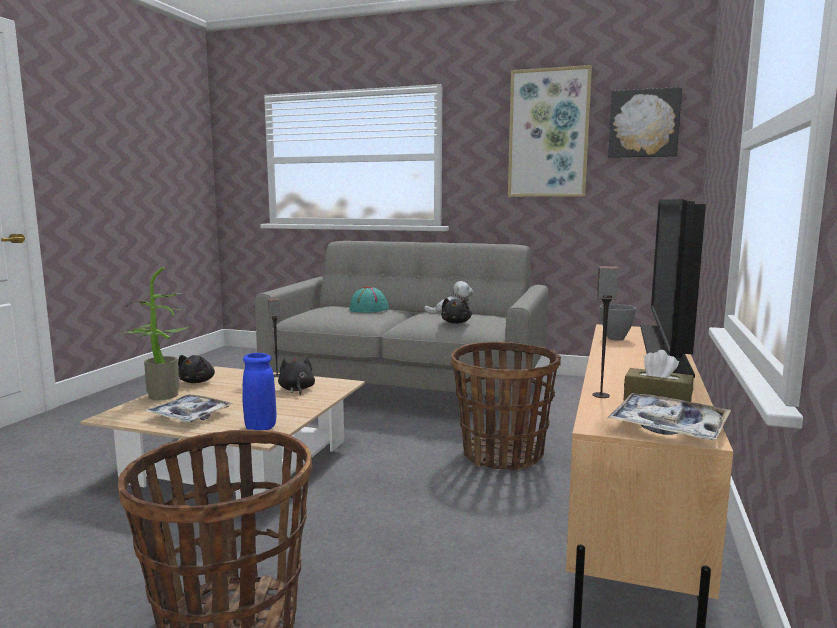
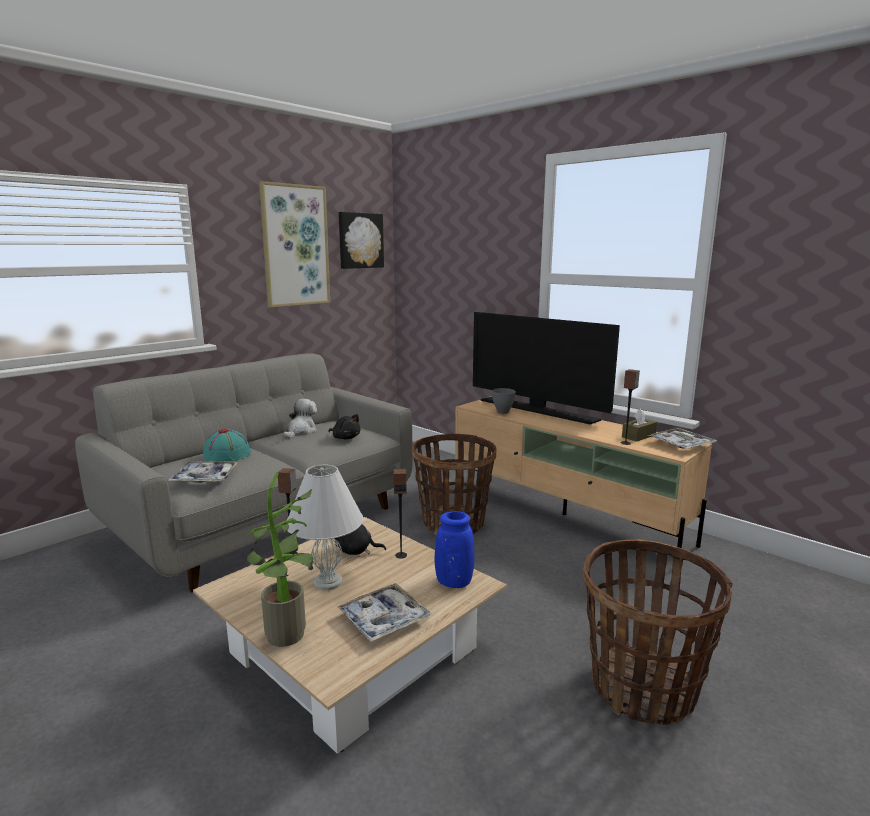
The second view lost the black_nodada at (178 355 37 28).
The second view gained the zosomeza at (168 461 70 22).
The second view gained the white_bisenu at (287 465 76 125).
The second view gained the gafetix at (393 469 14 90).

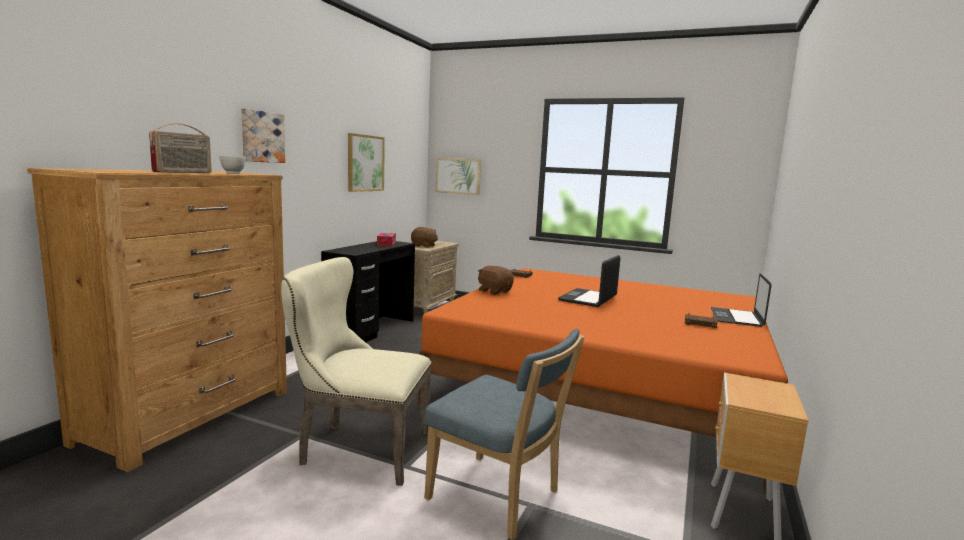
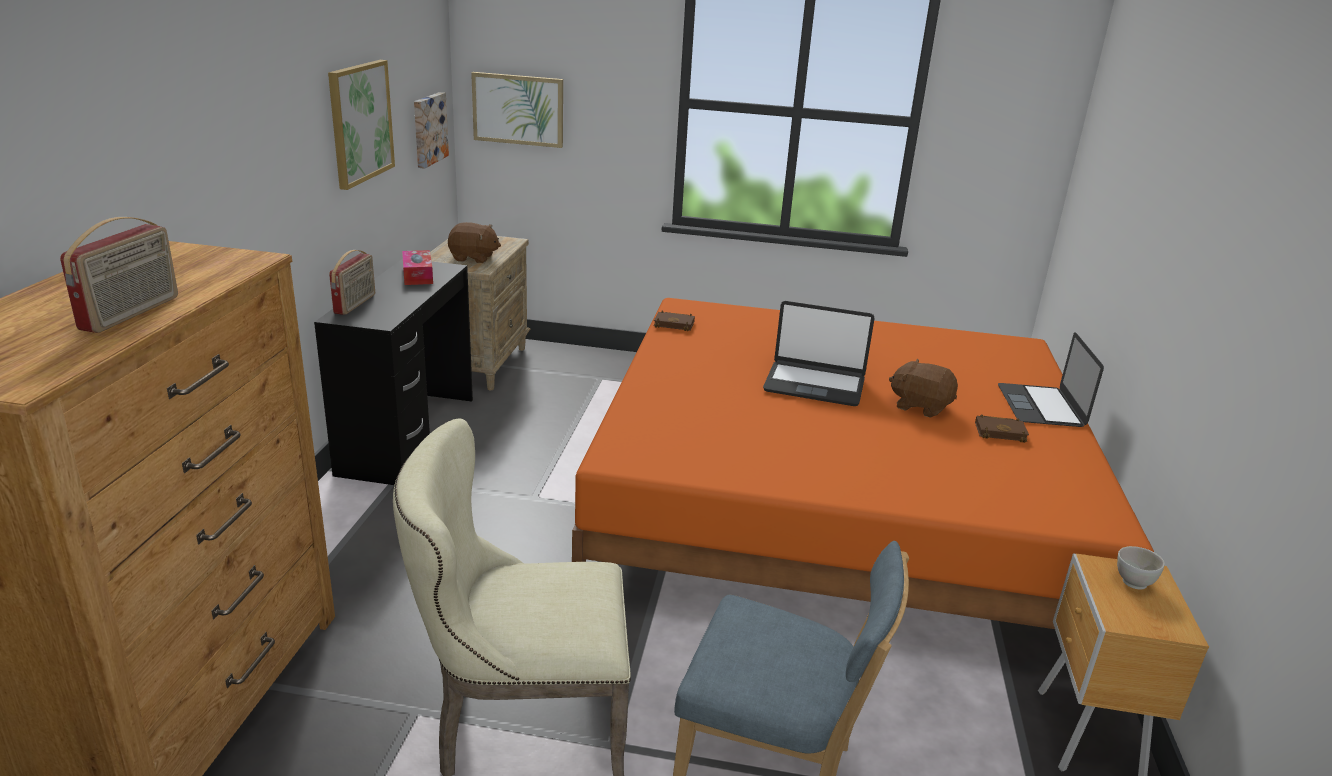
The second view gained the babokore at (329 250 46 65).
The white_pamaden ended up elsewhere, having gone from (219 156 27 18) to (1117 546 48 44).
The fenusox ended up elsewhere, having gone from (241 108 44 55) to (414 92 35 77).
The brown_nodada ended up elsewhere, having gone from (478 265 36 30) to (889 359 69 59).
The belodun at (558 255 62 52) ended up facing another way, 90 degrees counterclockwise from before.

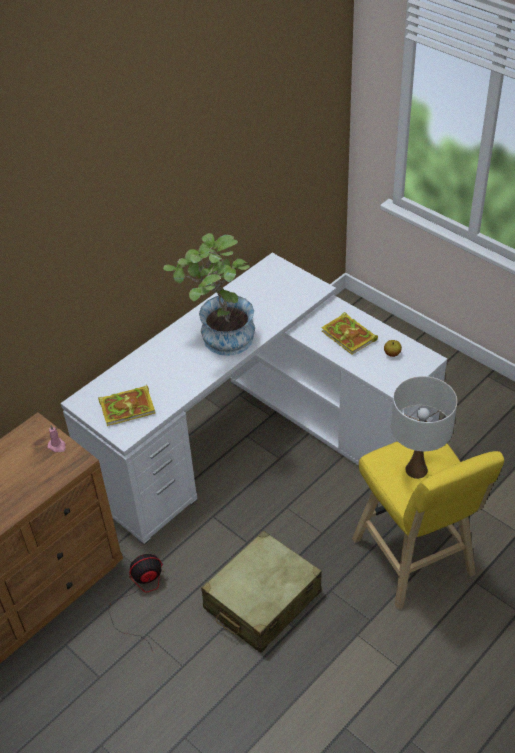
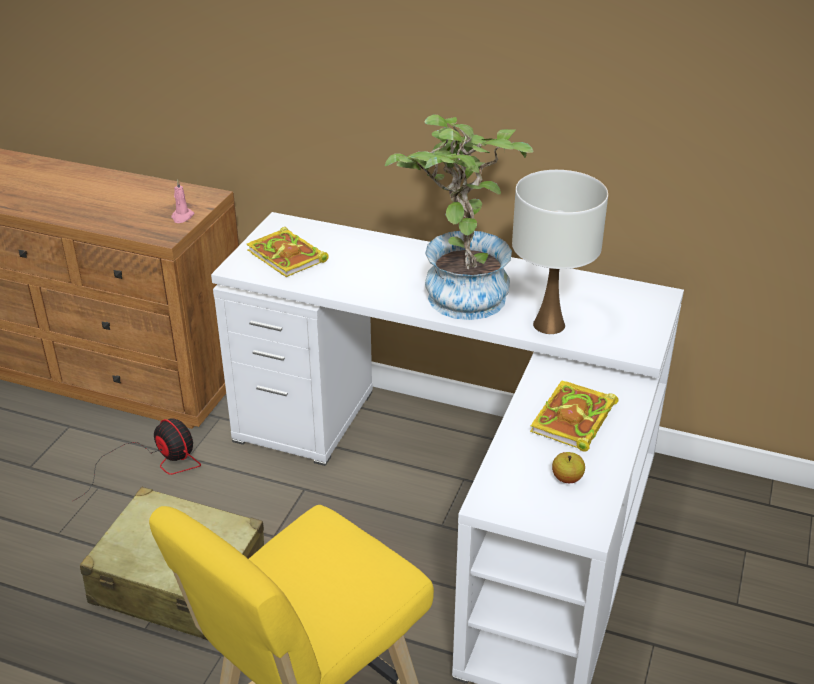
The white_bisenu ended up elsewhere, having gone from (391 376 66 103) to (512 170 96 164).

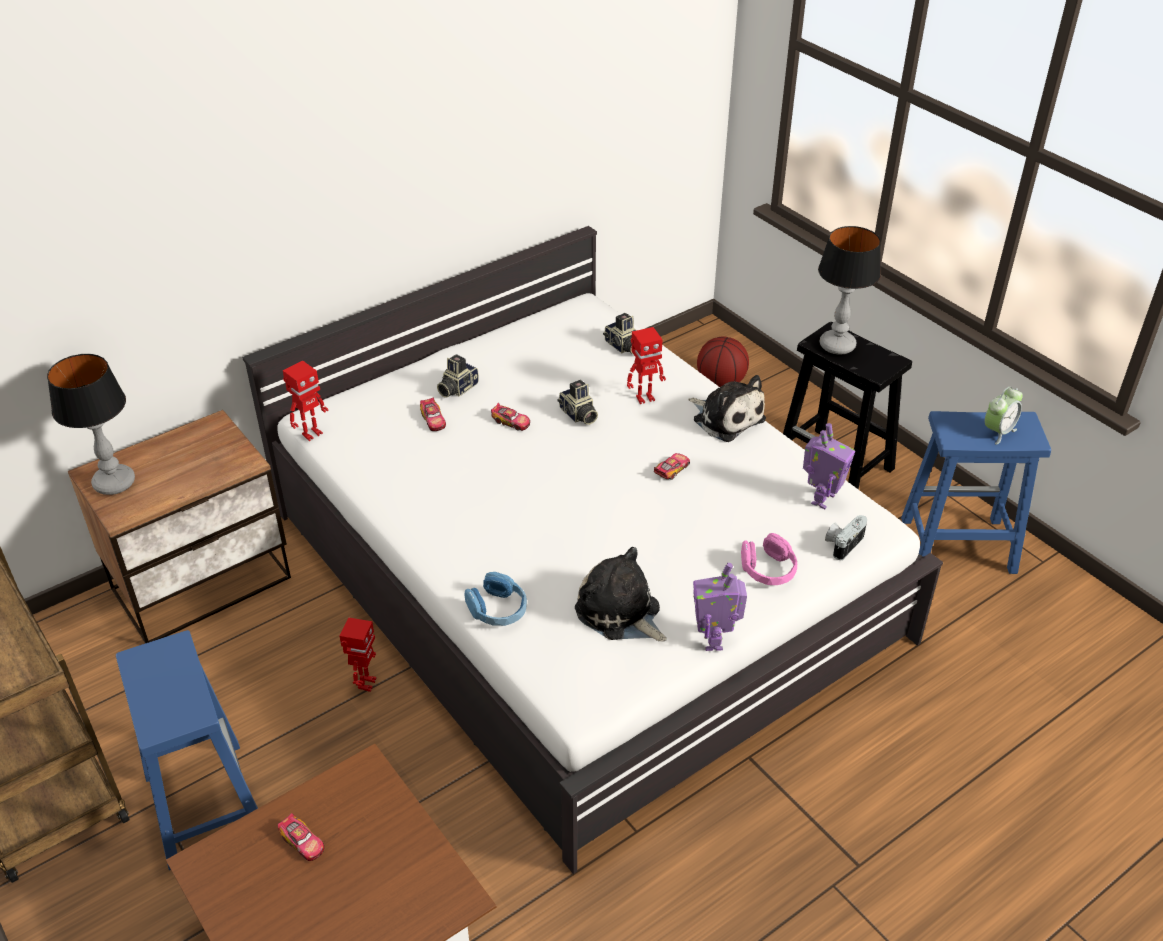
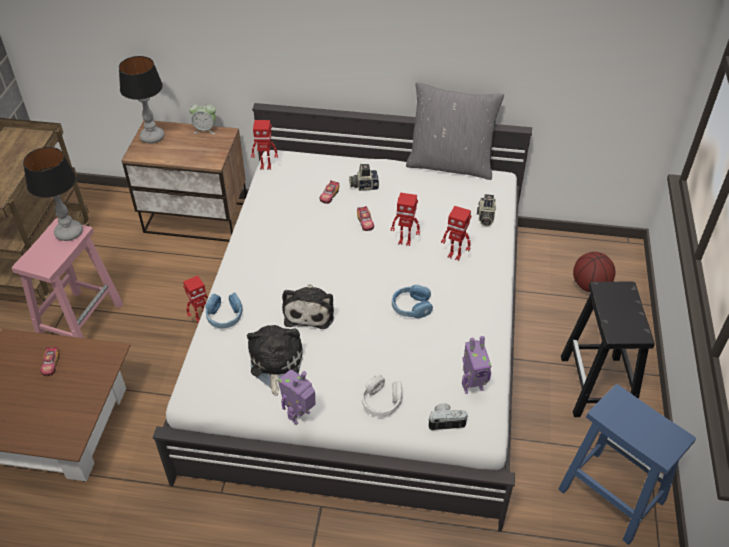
The second view gained the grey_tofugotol at (406 82 98 98).
The nodada ended up elsewhere, having gone from (688 375 78 67) to (282 284 52 45).
The bisenu ended up elsewhere, having gone from (818 226 63 129) to (23 147 60 94).
The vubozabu ended up elsewhere, having gone from (985 387 38 57) to (189 101 27 33).
Where the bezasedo stood at (557 380 41 45), the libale came to stand at (391 193 29 53).
Where the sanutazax stood at (654 453 36 27), the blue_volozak came to stand at (392 285 41 34).
What was the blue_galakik at (116 630 142 240) turned into the pink_galakik at (12 218 111 120).
What was the pink_volozak at (741 533 56 52) turned into the white_volozak at (362 374 40 43).

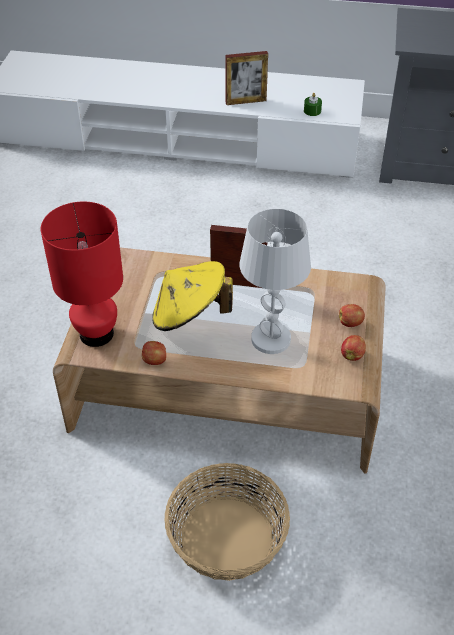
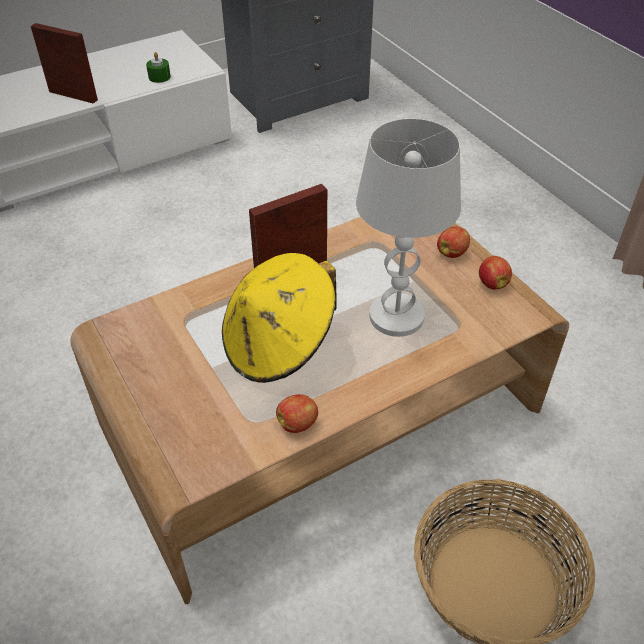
The second view lost the red_bisenu at (41 202 82 145).
The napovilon at (225 51 43 54) ended up facing another way, 105 degrees counterclockwise from before.

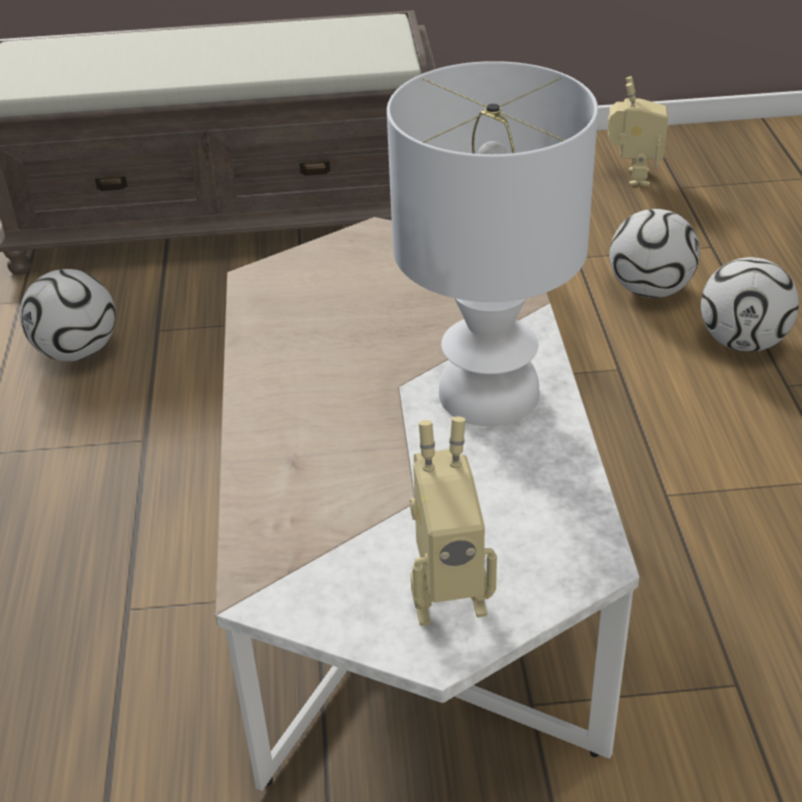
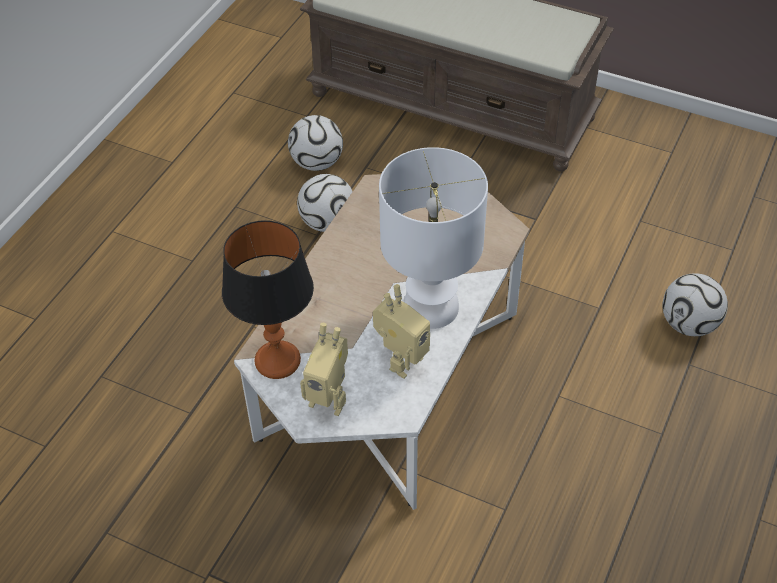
The second view gained the bisenu at (222 220 92 159).
The libale ended up elsewhere, having gone from (608 76 60 110) to (373 284 57 95).
The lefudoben ended up elsewhere, having gone from (609 209 91 89) to (297 174 56 58).

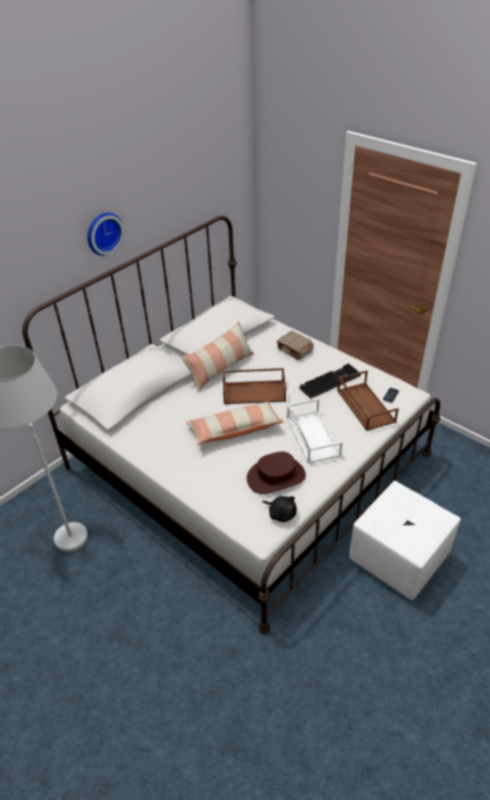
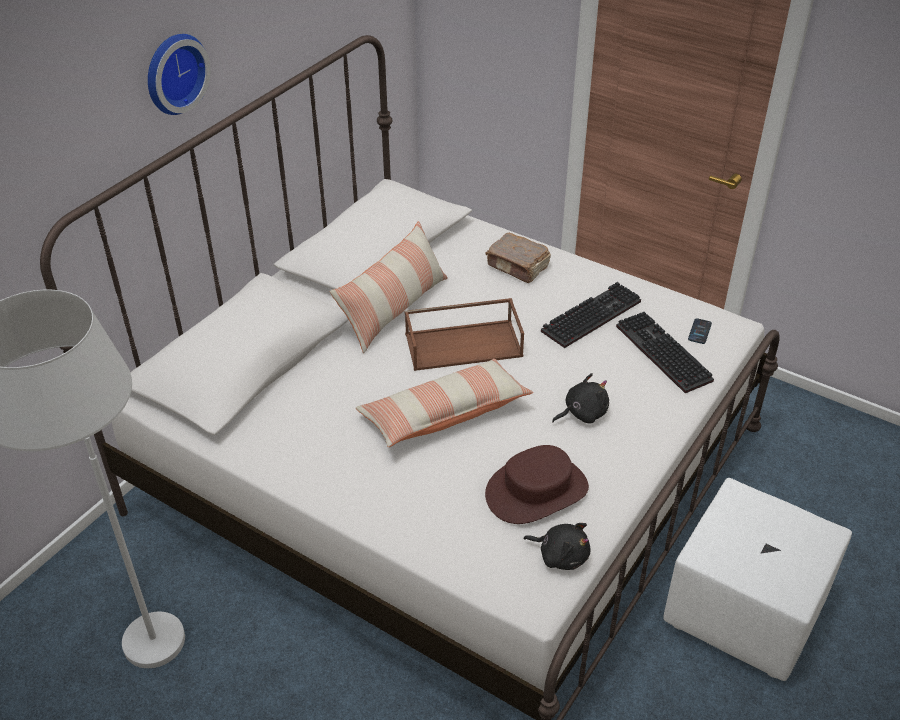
Where the white_zosomeza stood at (287 398 56 66), the black_nodada came to stand at (552 373 57 51).
Where the brown_zosomeza stood at (337 370 62 61), the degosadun came to stand at (616 312 98 81).

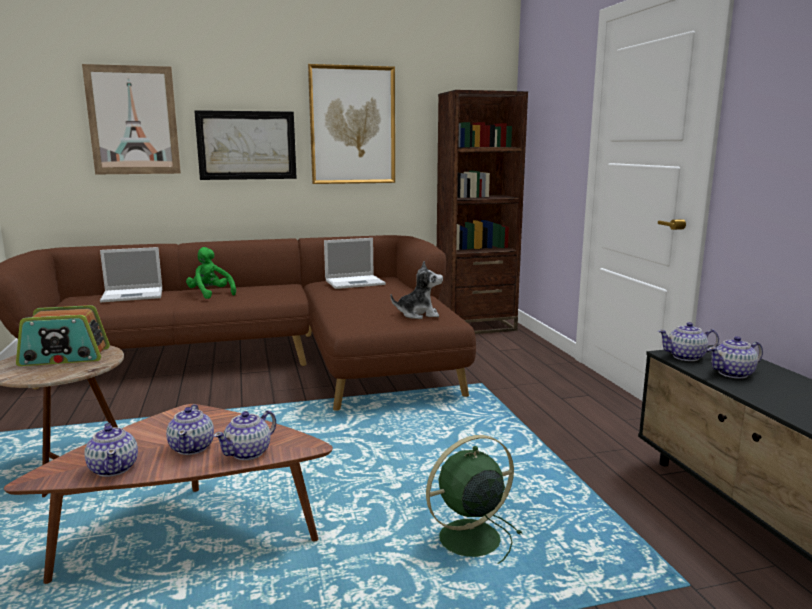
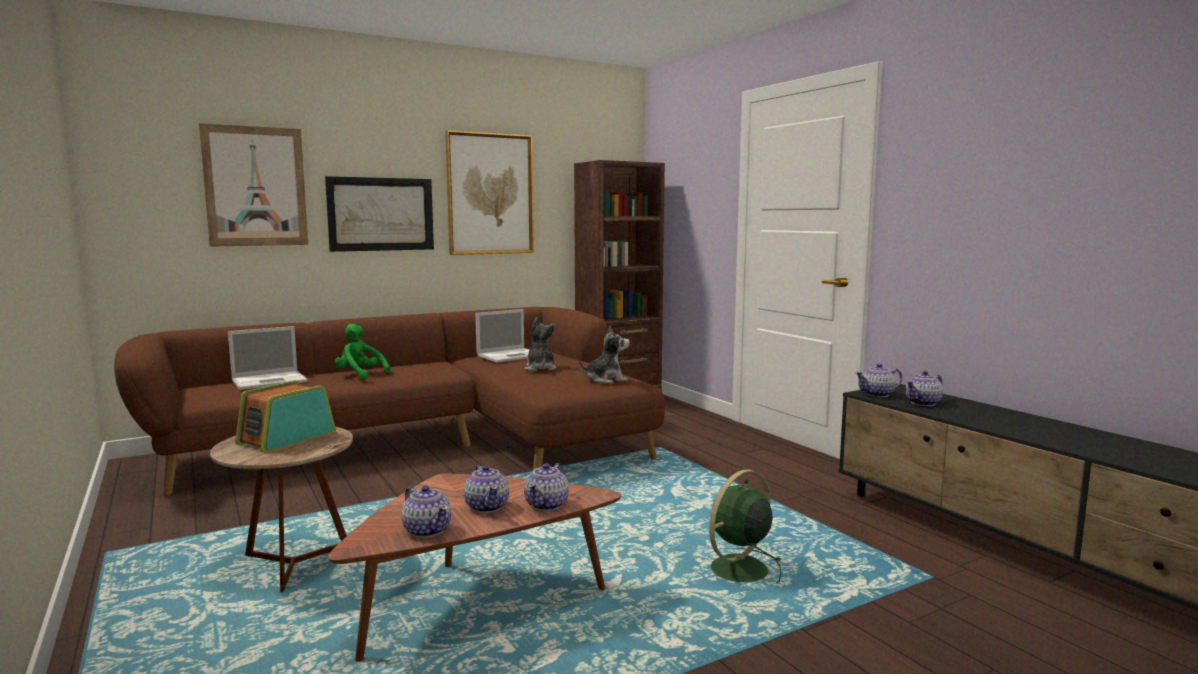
The second view gained the nodada at (524 318 33 54).
The babokore at (16 305 94 61) ended up facing another way, 150 degrees clockwise from before.

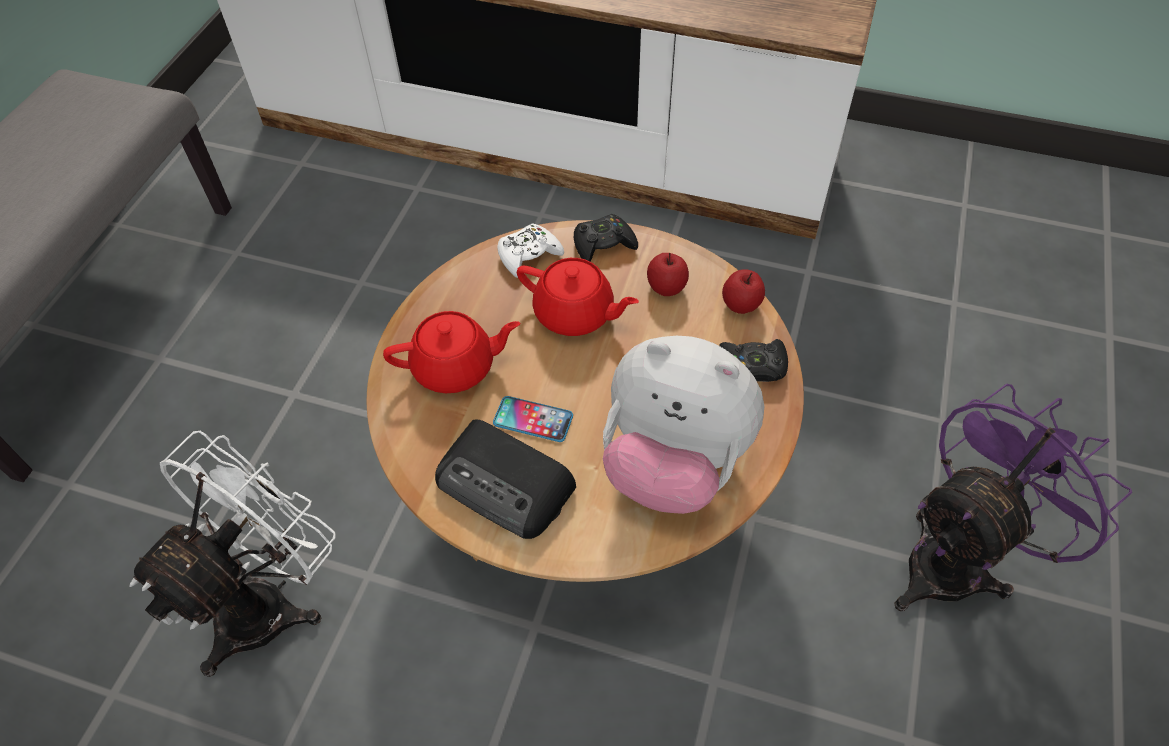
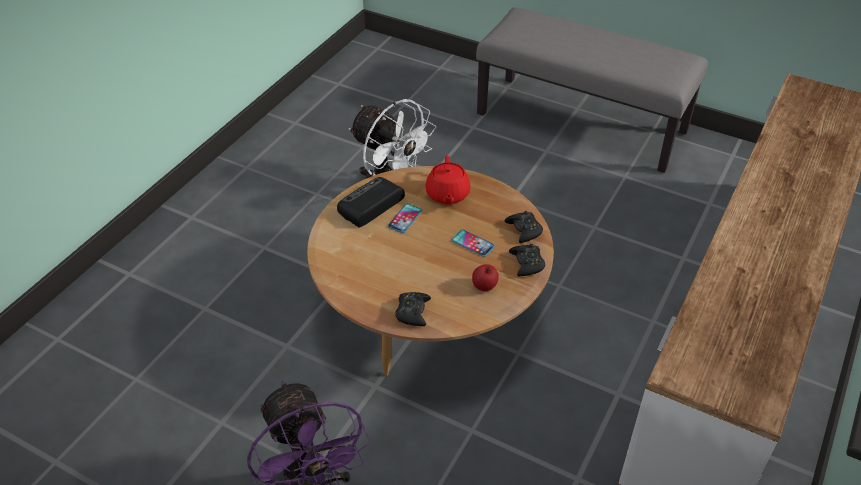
The second view lost the nodada at (603 336 161 178).
The second view lost the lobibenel at (722 269 43 45).
Where the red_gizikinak stood at (517 258 122 78), the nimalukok came to stand at (452 230 43 27).
What was the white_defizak at (497 223 67 55) turned into the black_defizak at (505 211 38 32).

